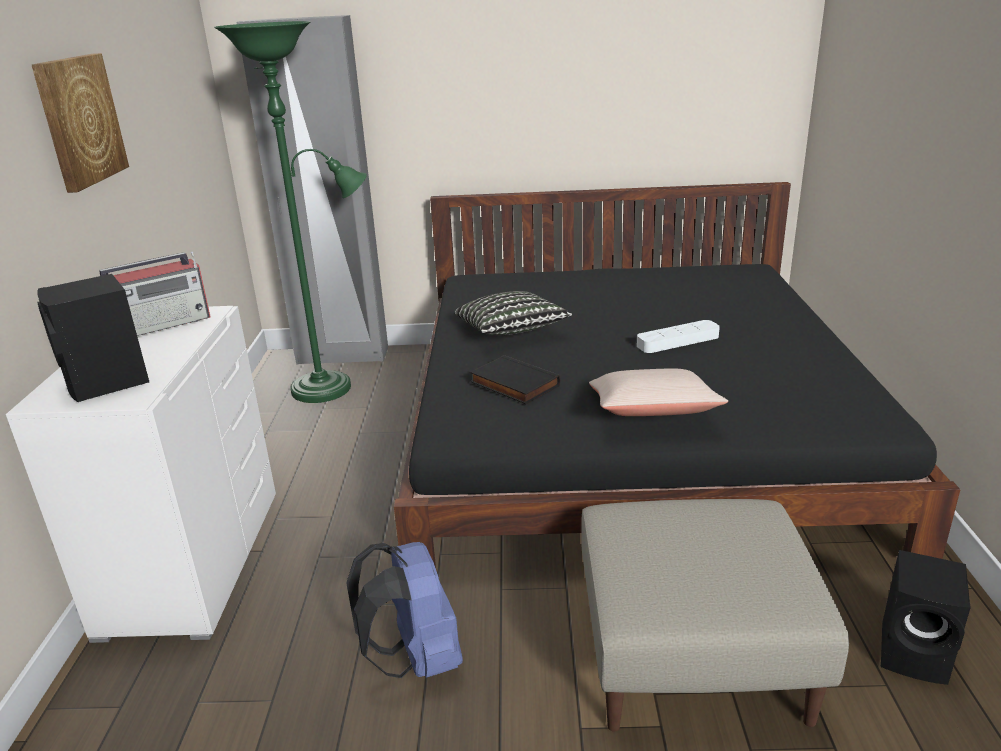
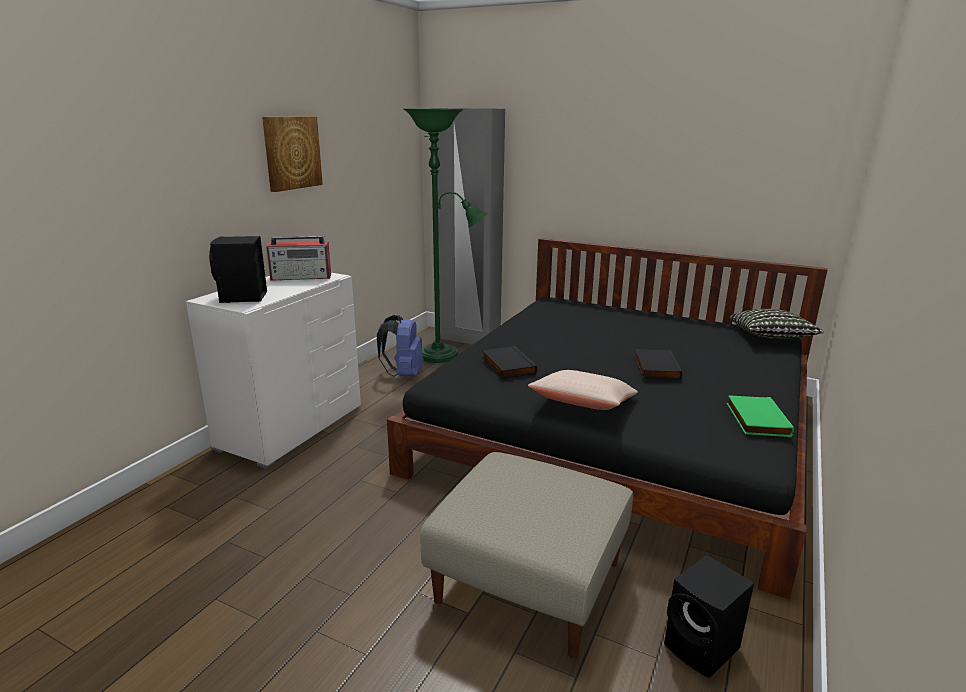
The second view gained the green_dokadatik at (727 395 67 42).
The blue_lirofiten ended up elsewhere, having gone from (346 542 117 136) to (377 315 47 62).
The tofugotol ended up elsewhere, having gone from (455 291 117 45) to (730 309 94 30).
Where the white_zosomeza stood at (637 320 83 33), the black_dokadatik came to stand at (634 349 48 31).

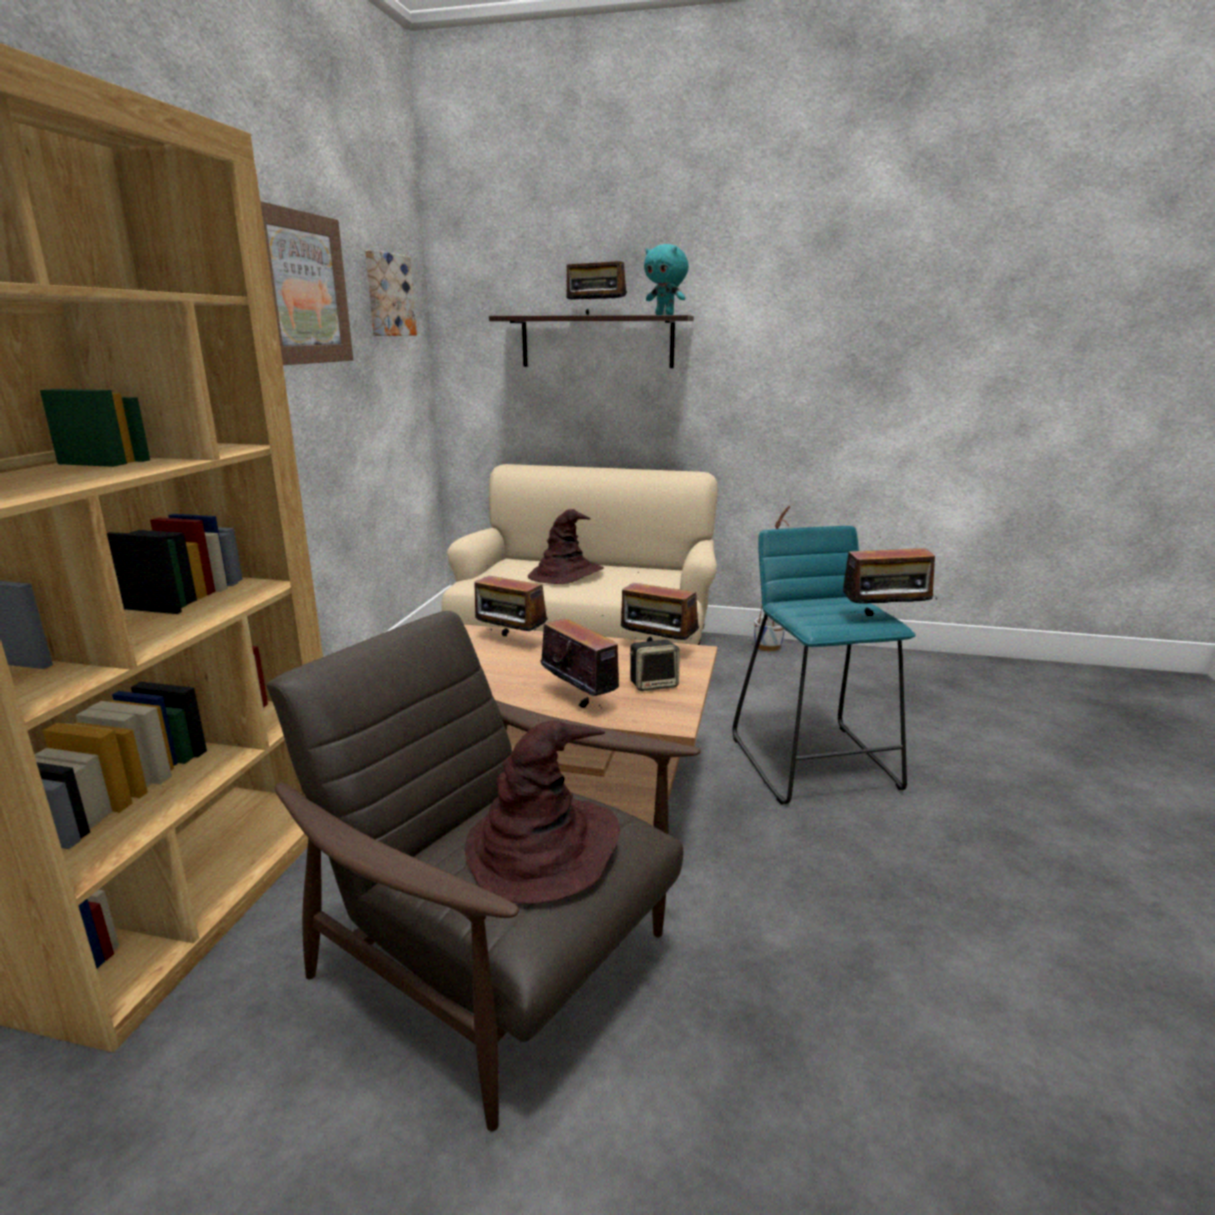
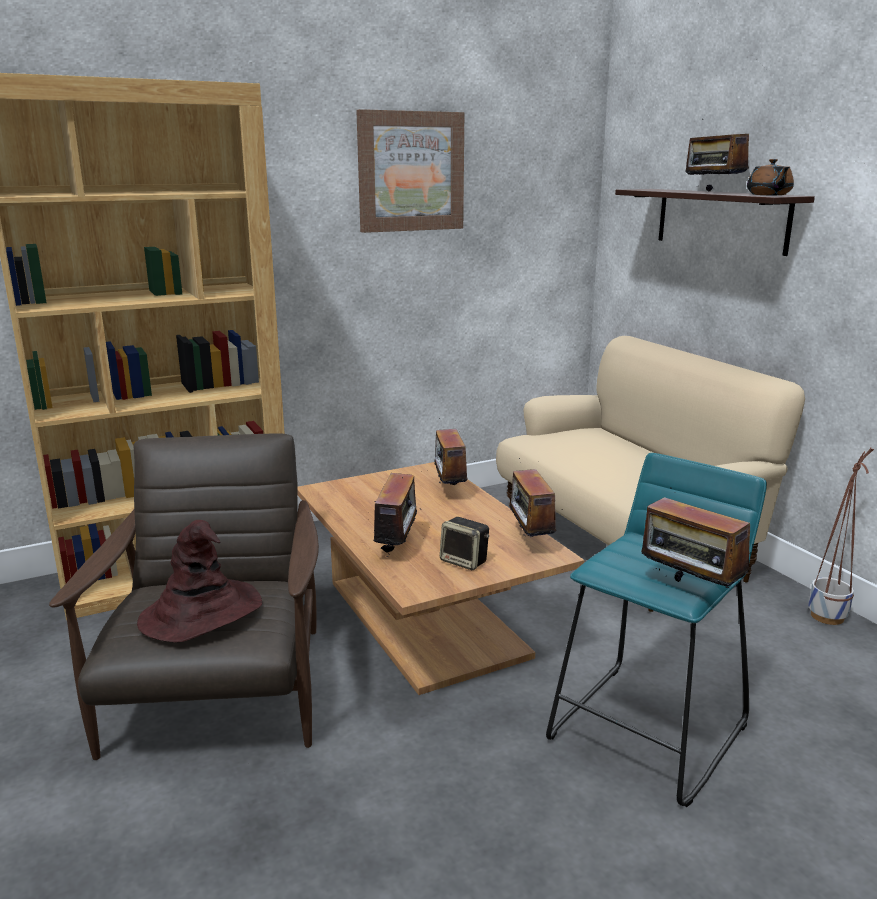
The second view lost the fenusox at (365 250 52 86).
The second view lost the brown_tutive at (528 509 76 75).
Where the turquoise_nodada stood at (644 244 45 71), the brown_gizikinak came to stand at (747 159 47 36).

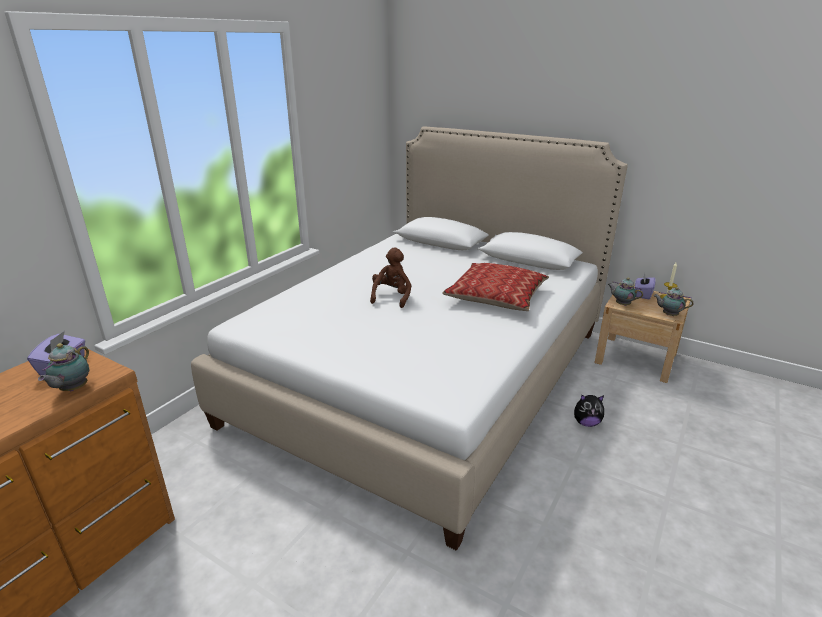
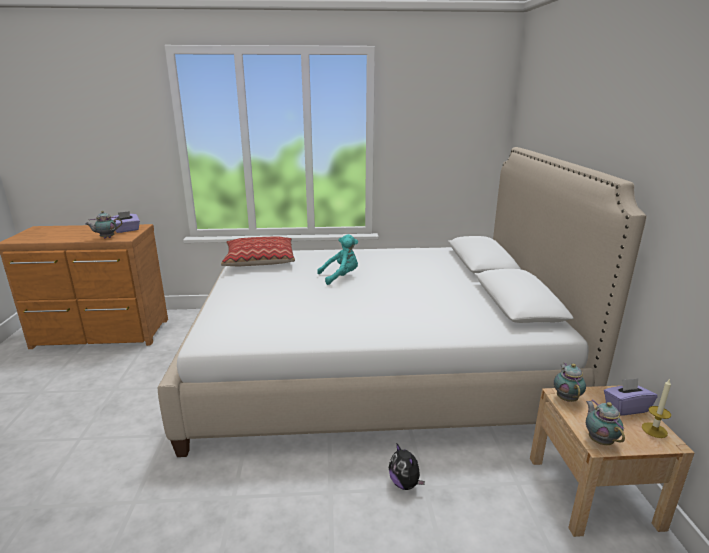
The tofugotol ended up elsewhere, having gone from (442 263 107 48) to (221 237 74 29).
What was the brown_nodada at (370 247 41 61) turned into the turquoise_nodada at (317 234 41 51).

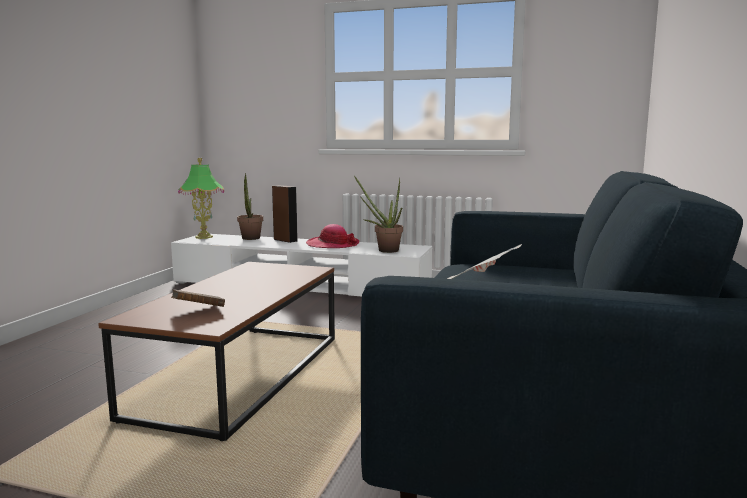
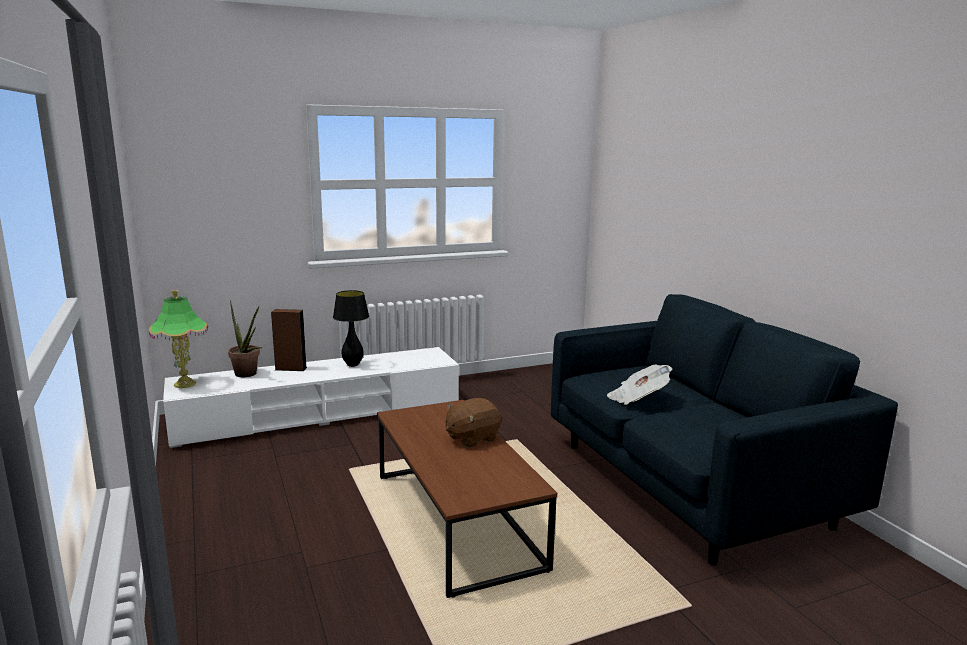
The second view lost the brown_dokadatik at (171 289 54 18).
The second view lost the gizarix at (354 176 49 77).
The second view gained the brown_nodada at (445 398 56 50).
Where the tutive stood at (306 224 53 24), the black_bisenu came to stand at (333 290 36 77).

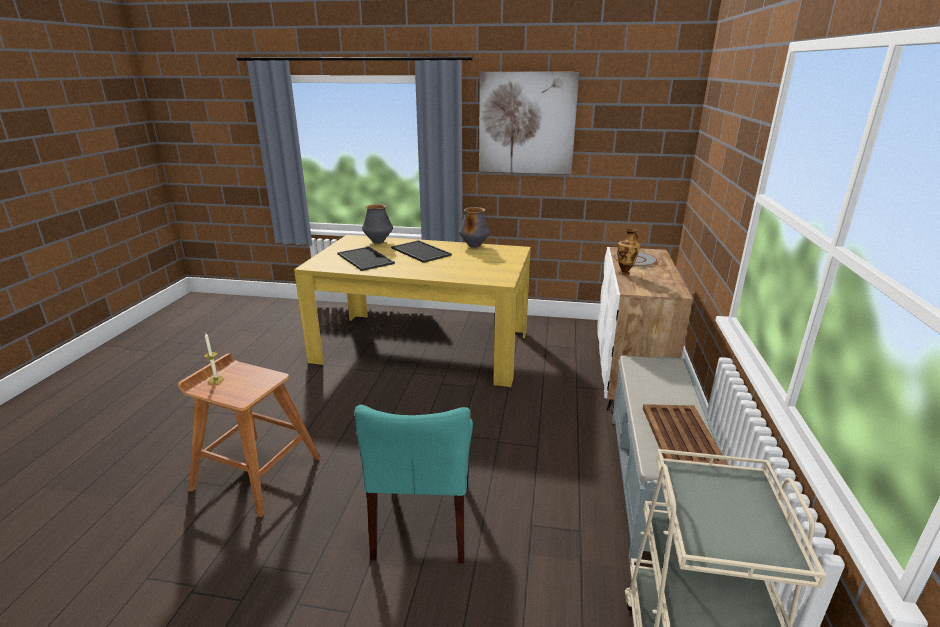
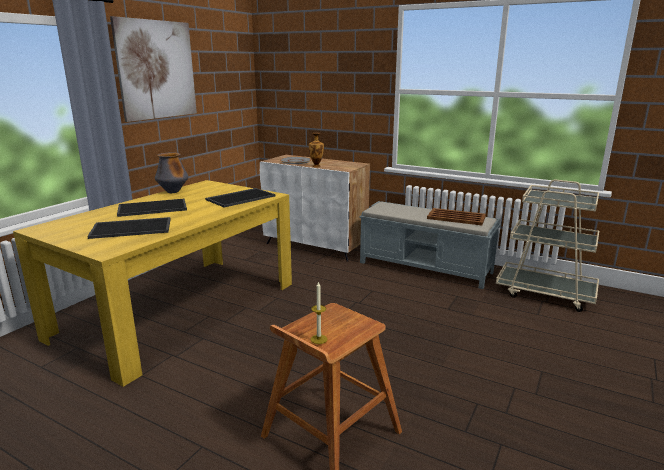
The second view lost the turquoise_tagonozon at (355 405 118 159).
The second view lost the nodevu at (362 204 31 40).
The second view gained the zosomeza at (205 188 71 19).

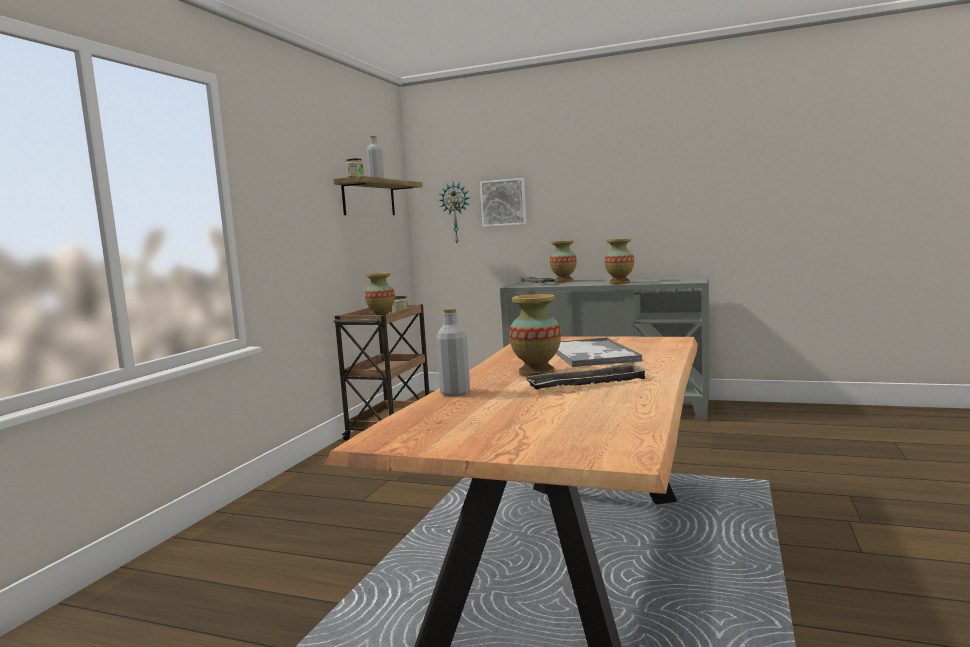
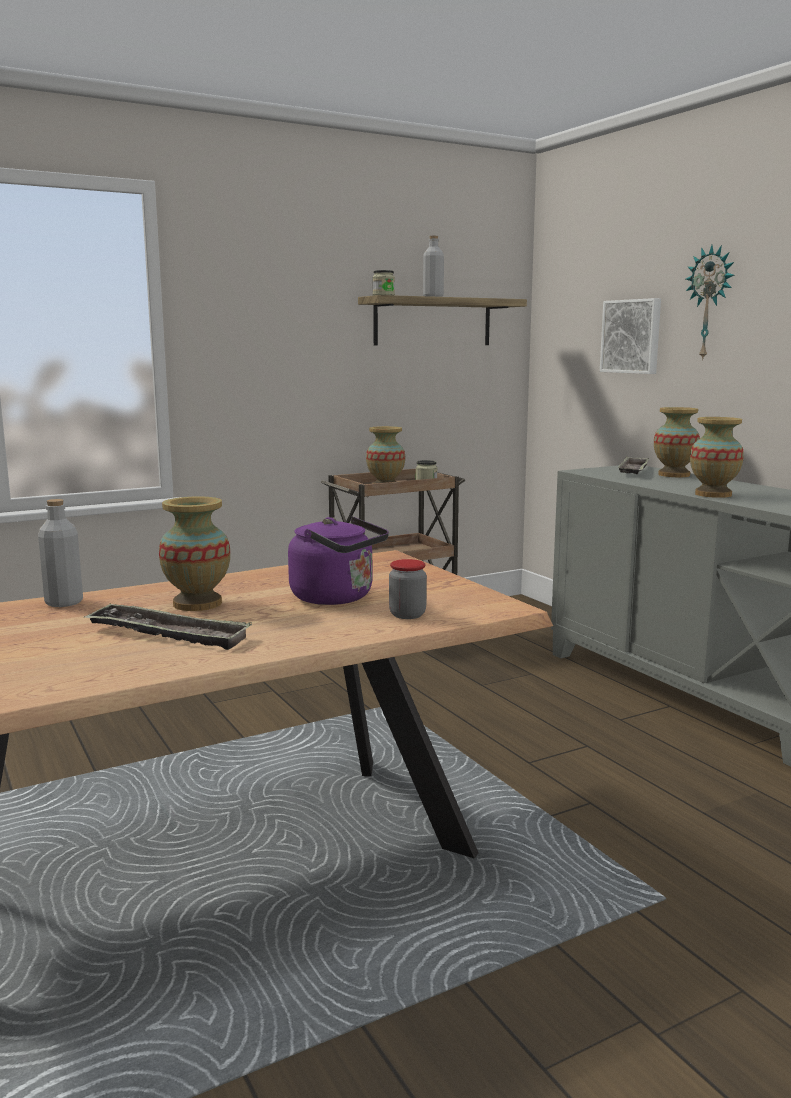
The second view gained the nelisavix at (389 559 38 60).
The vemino ended up elsewhere, having gone from (439 182 30 61) to (686 245 48 116).
Where the zosomeza stood at (556 338 86 29), the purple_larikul came to stand at (288 517 101 88).

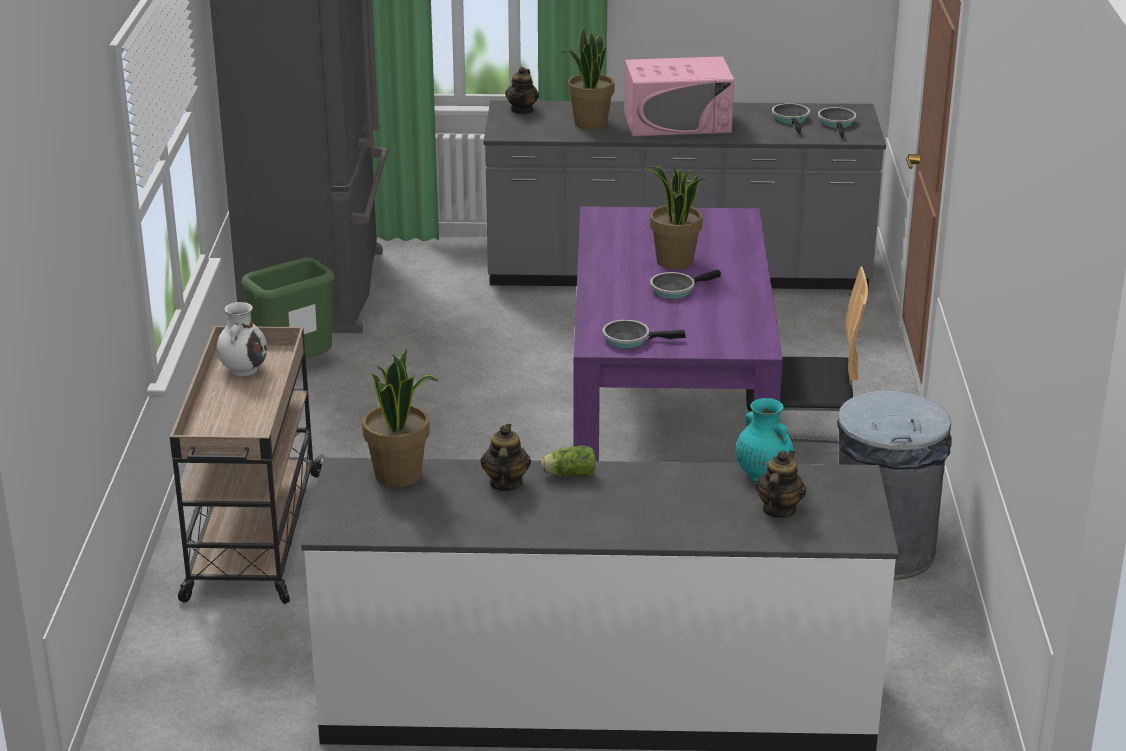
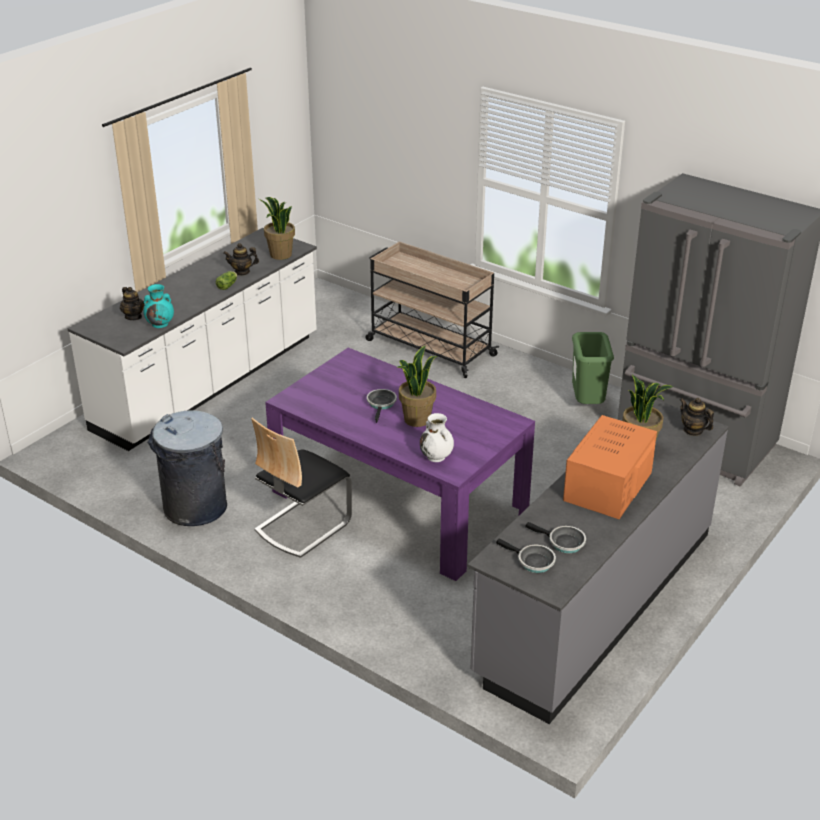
The second view lost the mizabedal at (603 320 83 29).
The white_nodevu ended up elsewhere, having gone from (217 302 50 74) to (420 413 34 49).
What was the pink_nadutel at (624 56 110 80) turned into the orange_nadutel at (563 415 94 104).
The gizikinak at (481 424 50 67) ended up facing another way, 135 degrees clockwise from before.

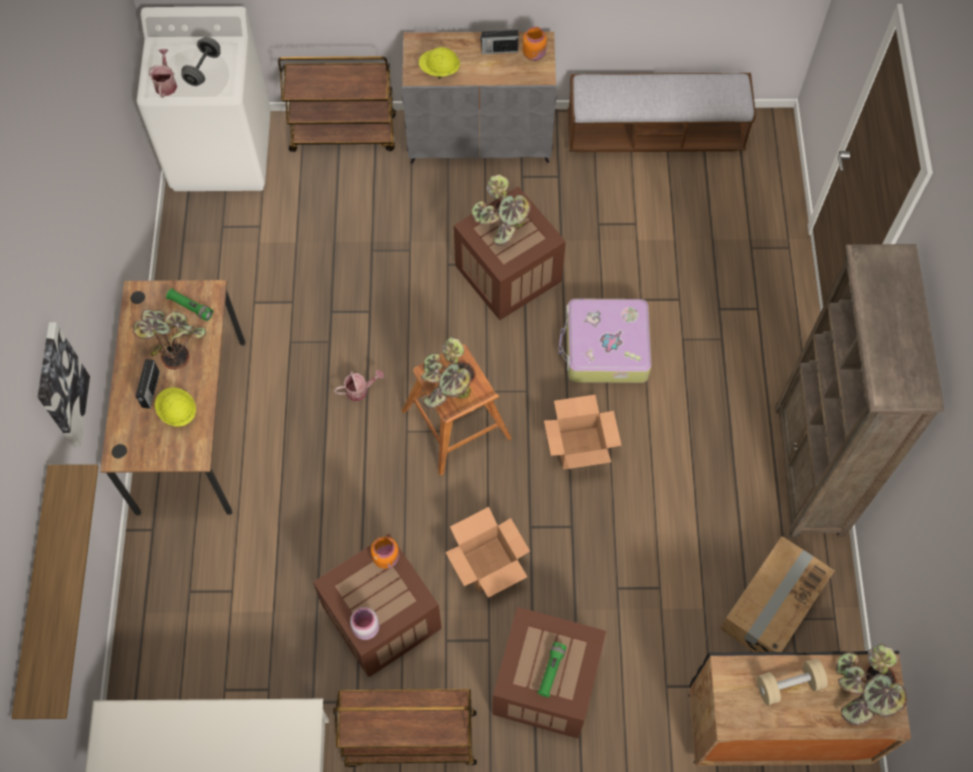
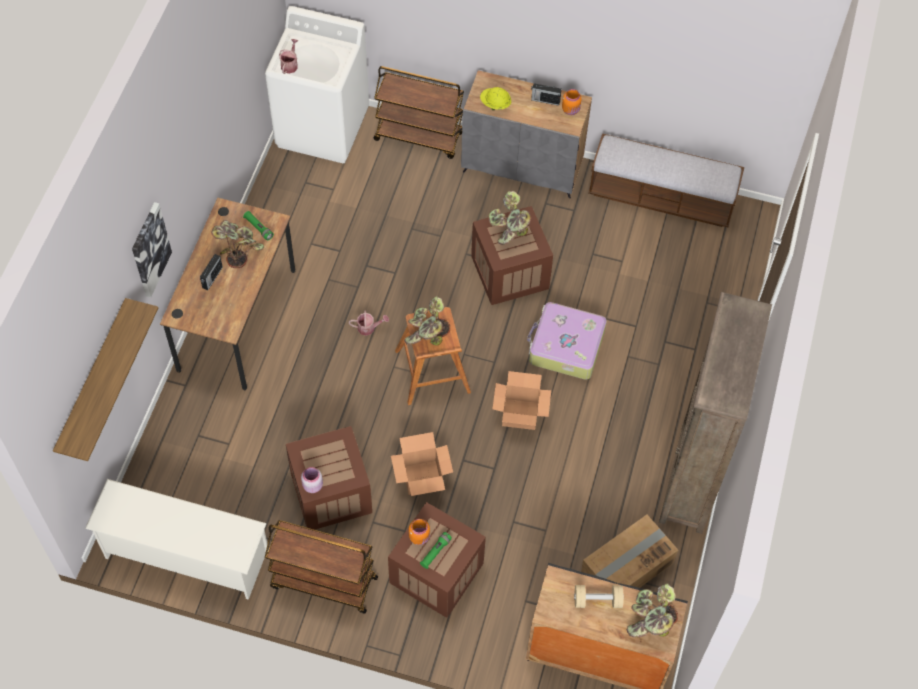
The second view lost the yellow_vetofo at (155 387 41 40).
The second view lost the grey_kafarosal at (181 37 39 49).
The orange_nelisavix ended up elsewhere, having gone from (371 536 28 33) to (409 519 21 26).

